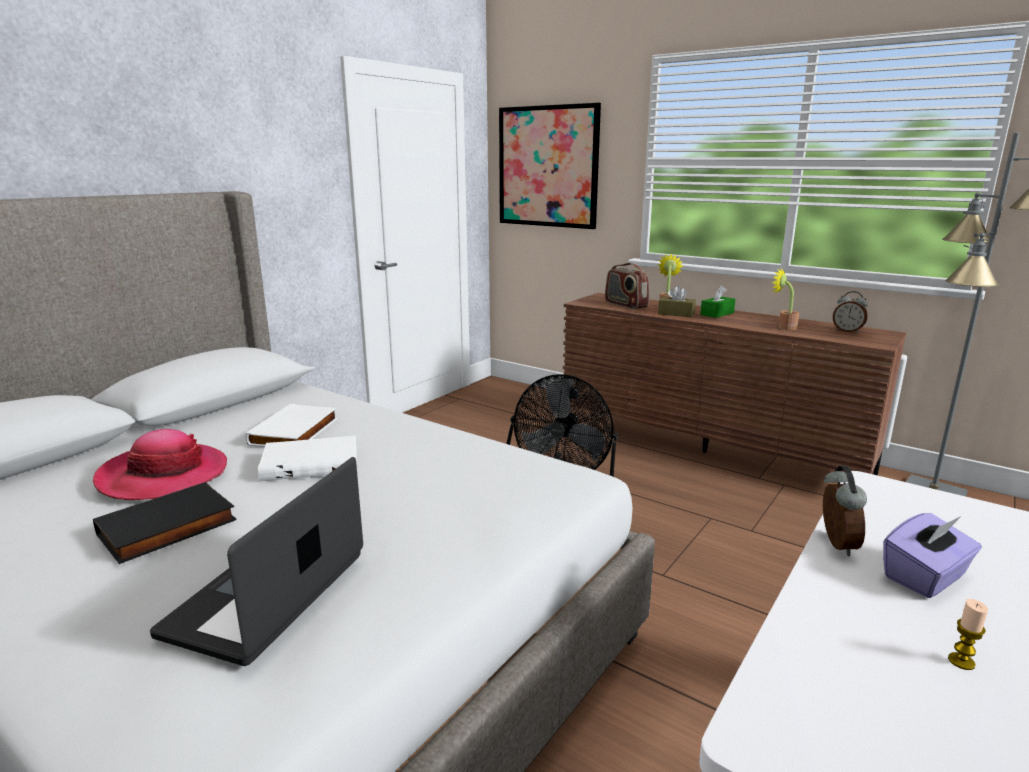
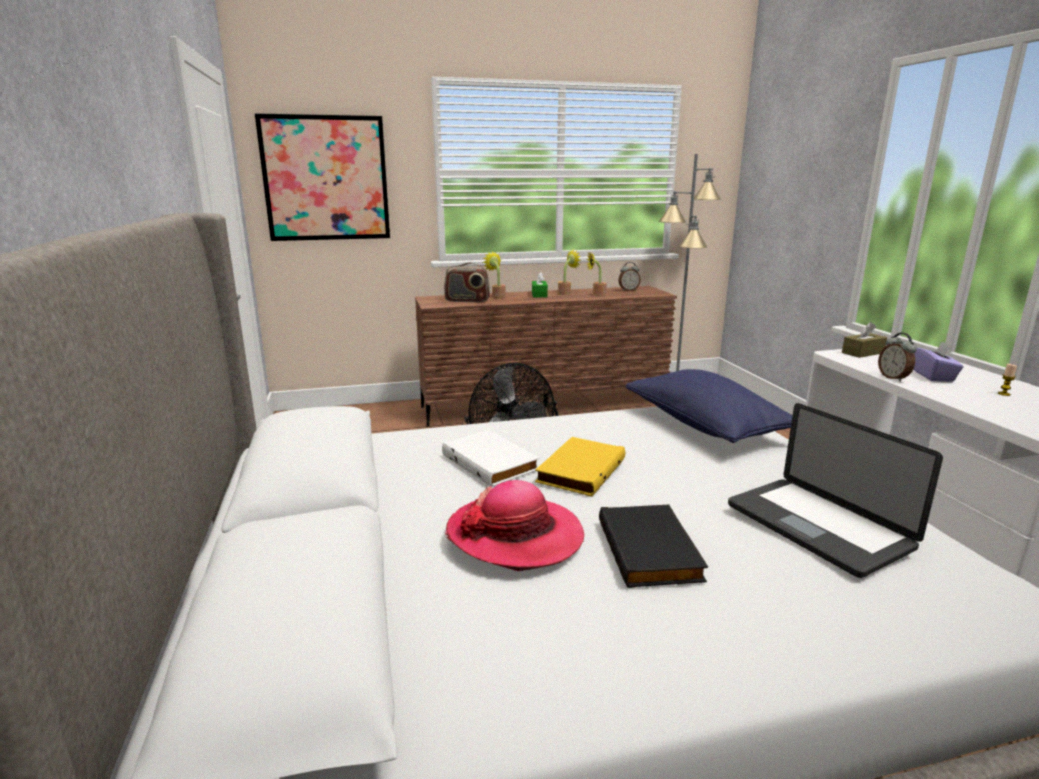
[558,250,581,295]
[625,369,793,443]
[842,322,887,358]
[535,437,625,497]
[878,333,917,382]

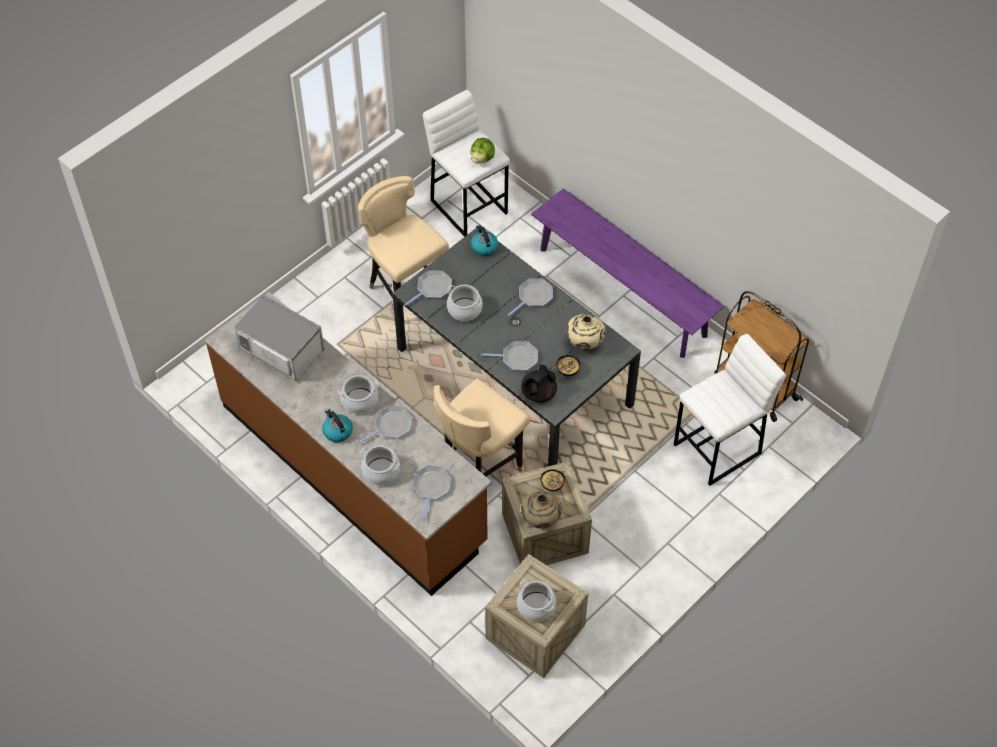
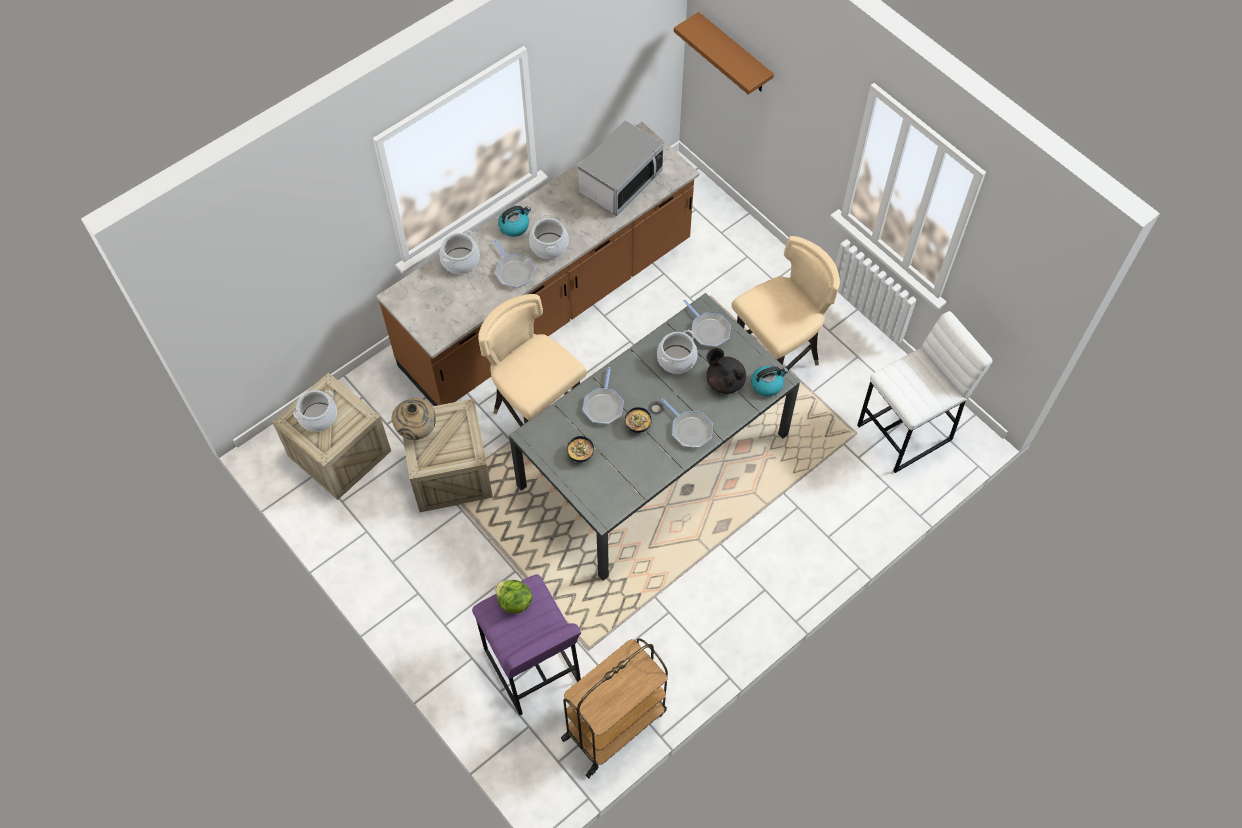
[412,465,452,520] (first image)
[531,188,724,358] (first image)
[566,314,605,350] (first image)
[674,12,774,95]
[495,580,532,613]
[706,348,746,394]
[625,407,652,433]
[472,574,581,715]

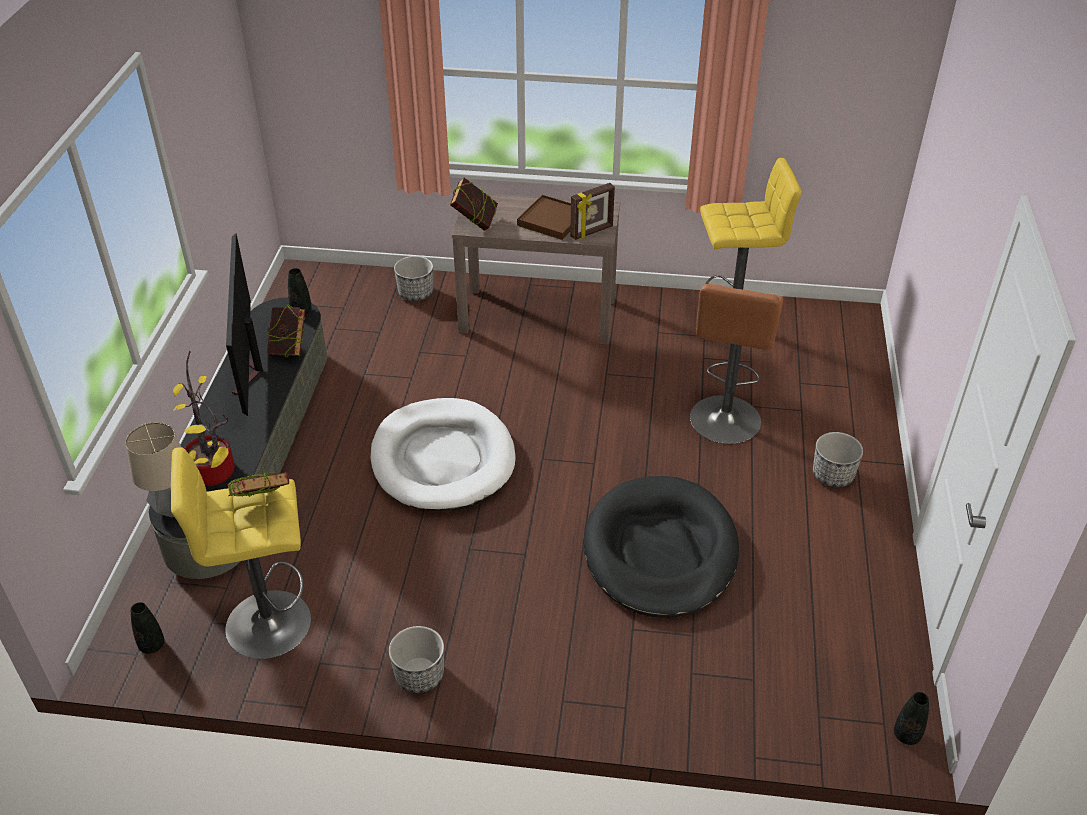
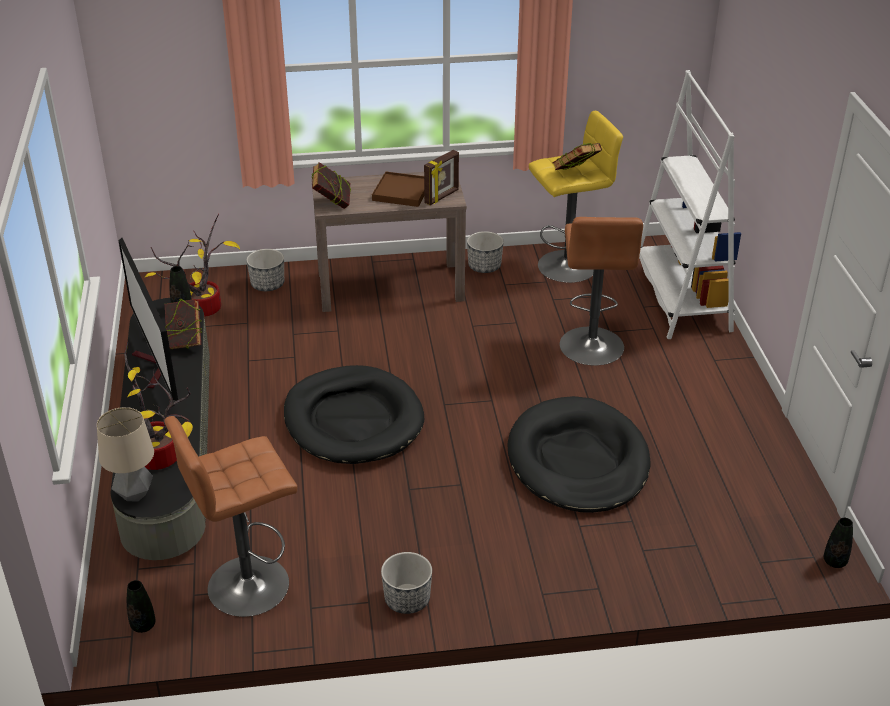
[144,214,240,317]
[639,70,741,339]
[553,143,602,170]
[467,231,504,273]
[165,416,297,617]
[284,365,424,464]

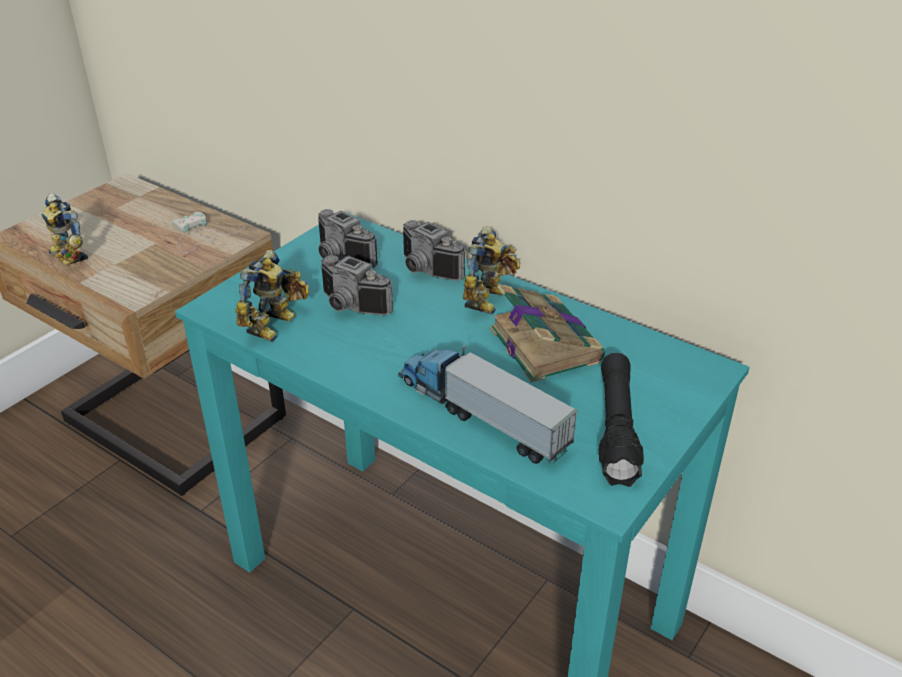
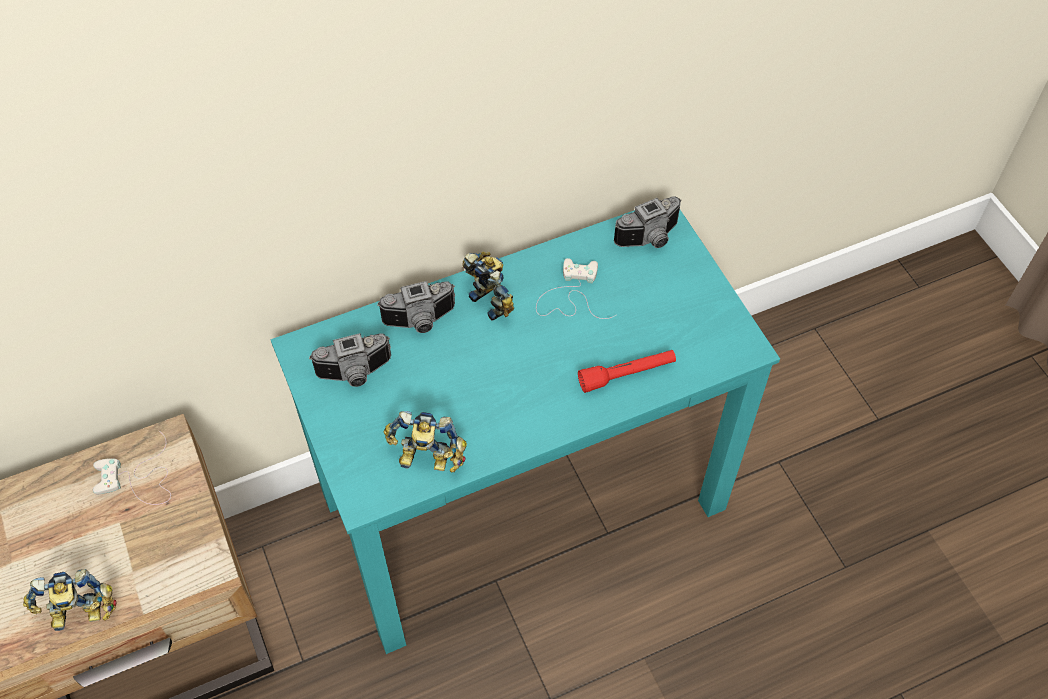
[599,353,644,487] (first image)
[614,196,681,248]
[578,350,676,393]
[536,258,616,319]
[384,411,467,472]

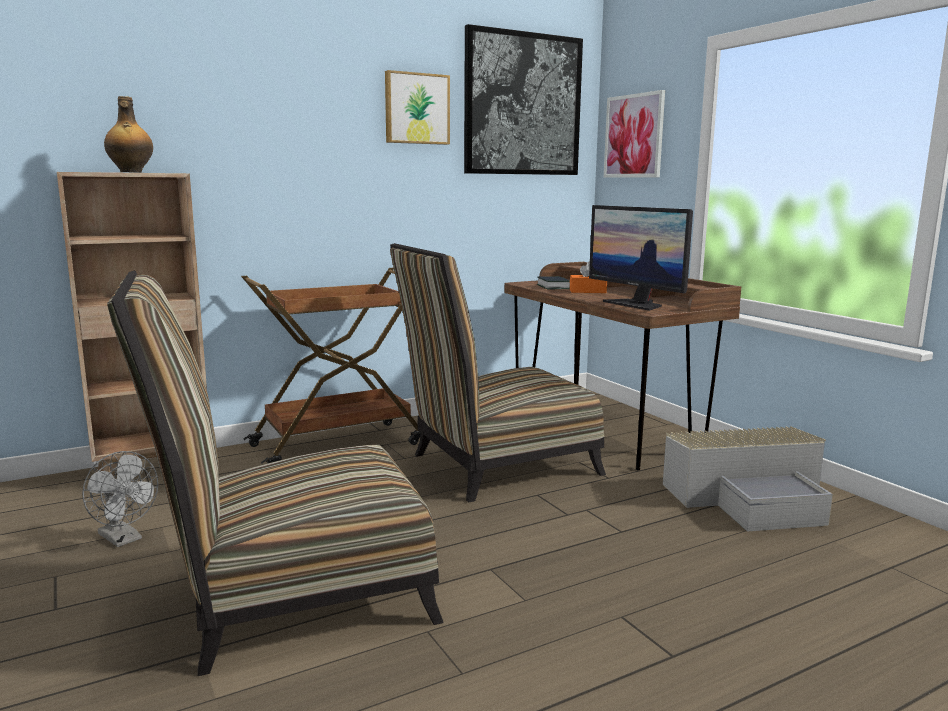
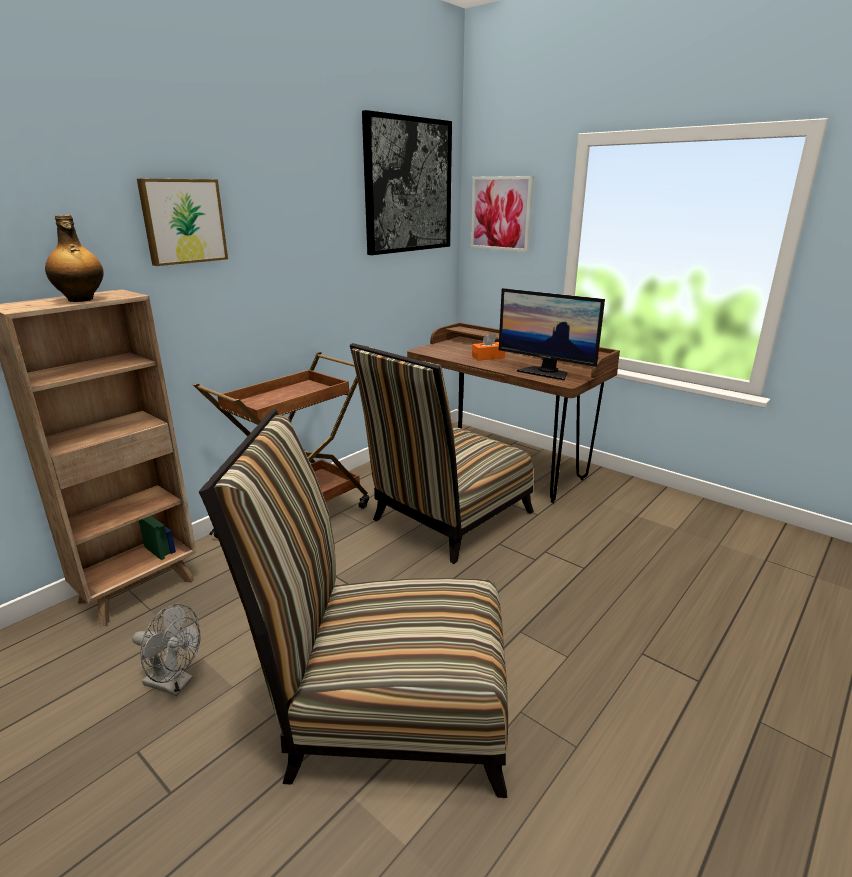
[537,276,570,289] (first image)
[663,426,833,532] (first image)
[137,179,228,266]
[199,409,508,798]

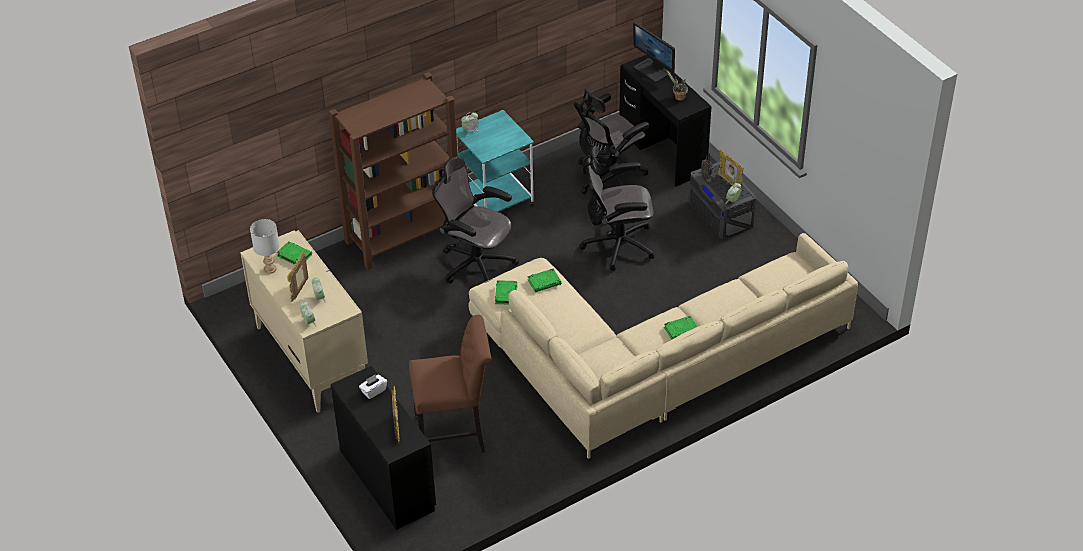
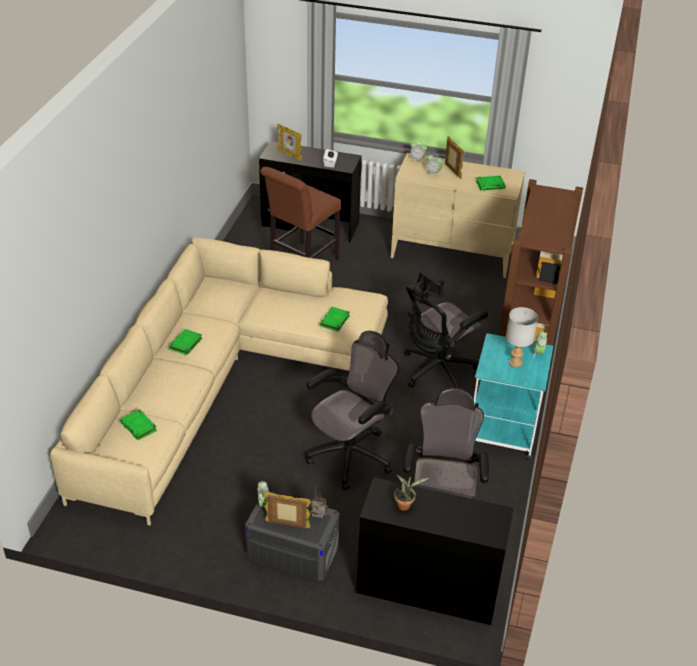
[633,22,675,83] (first image)
[506,307,538,368]
[120,409,157,440]
[404,271,488,388]

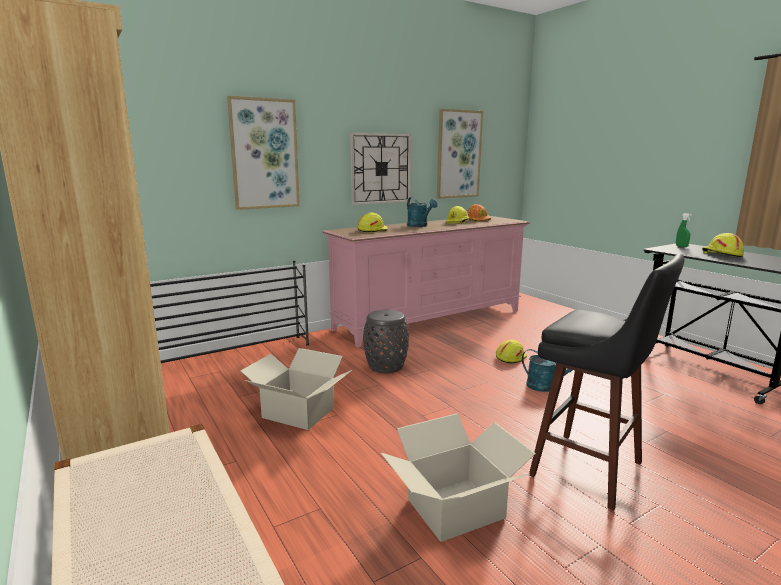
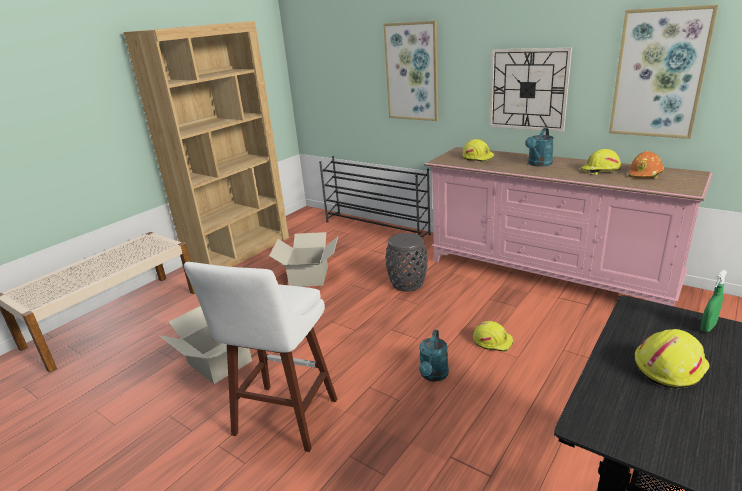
[184,262,337,452]

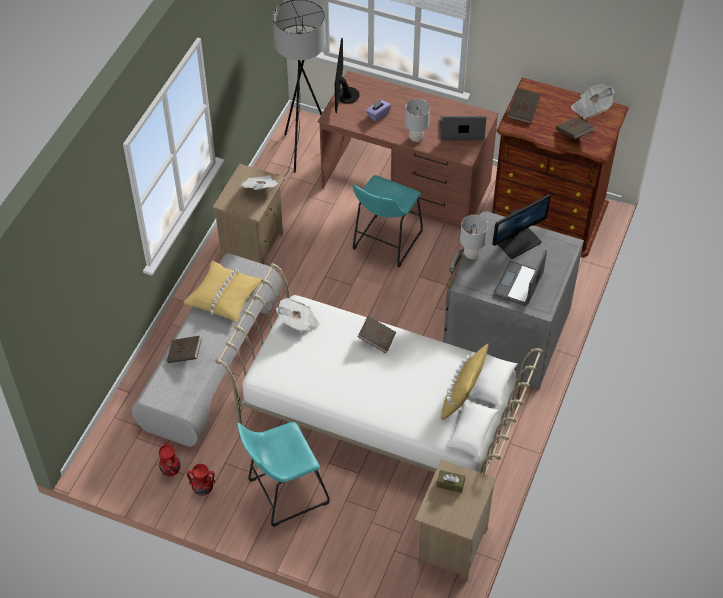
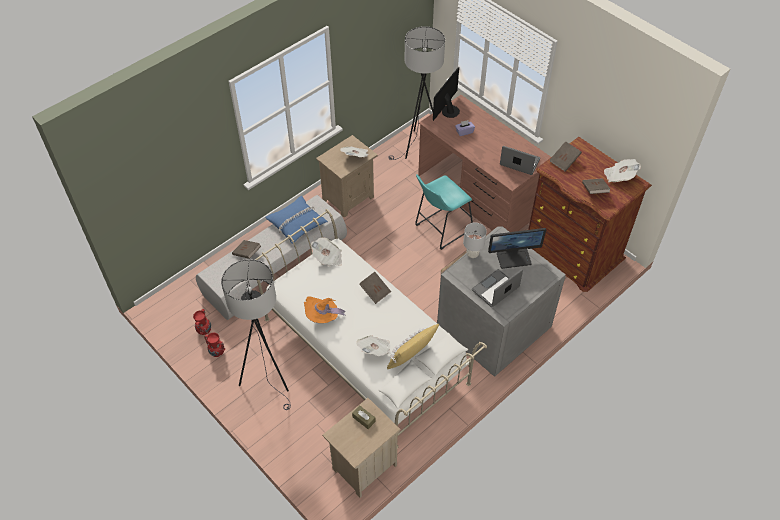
[405,99,430,142] (first image)
[304,296,345,323]
[357,335,390,356]
[221,259,291,410]
[265,196,328,244]

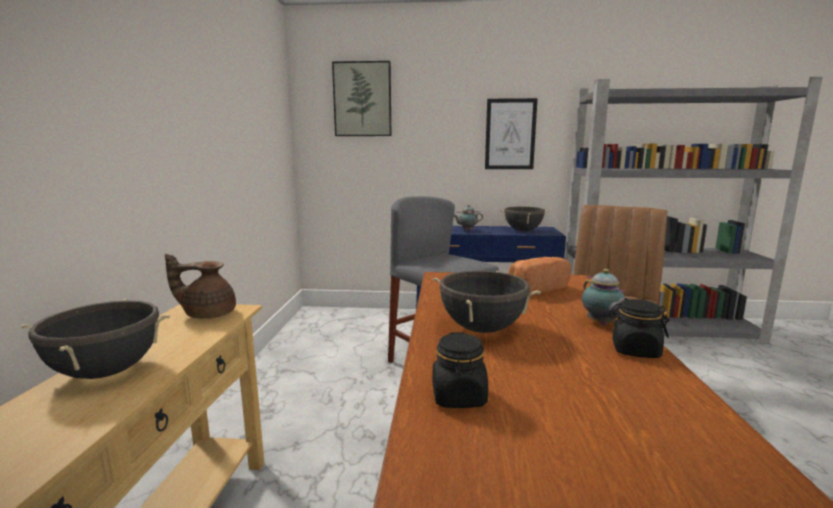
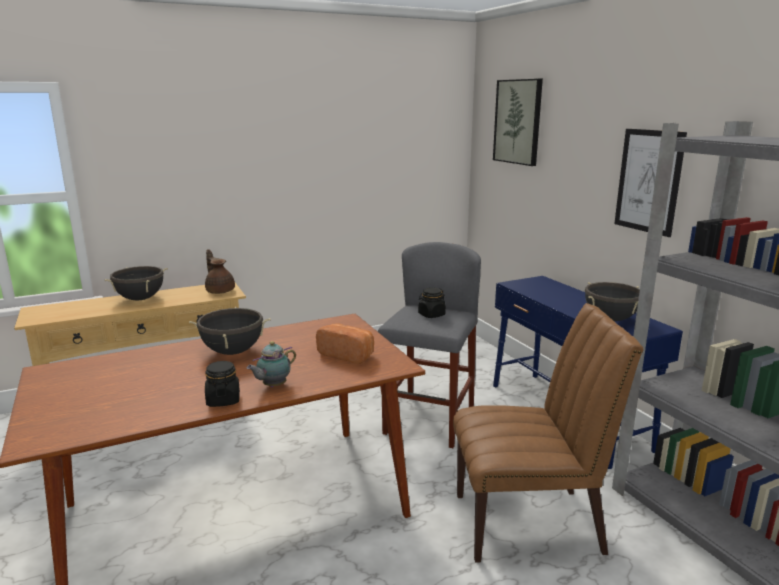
[454,205,483,231] (first image)
[418,288,446,318]

